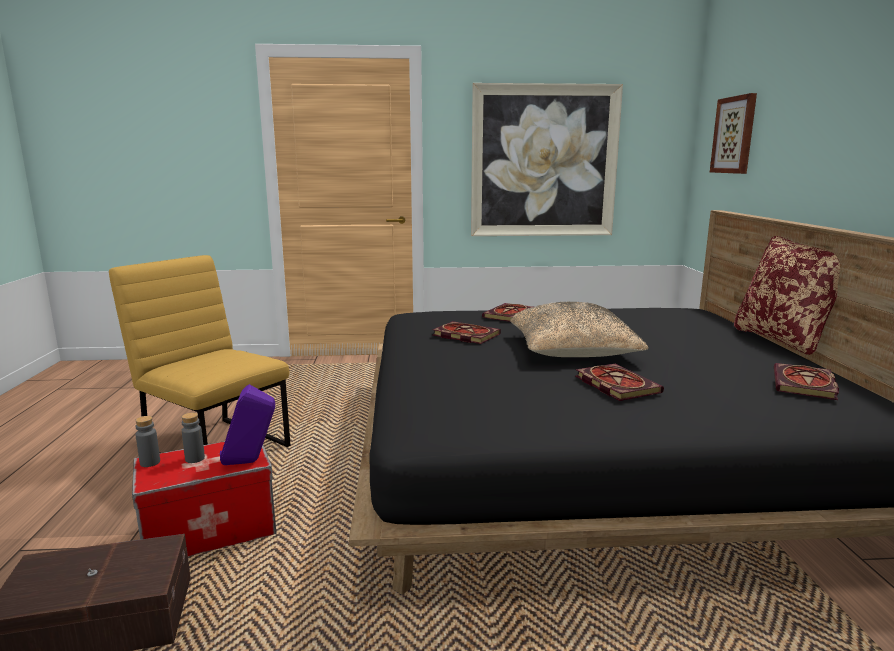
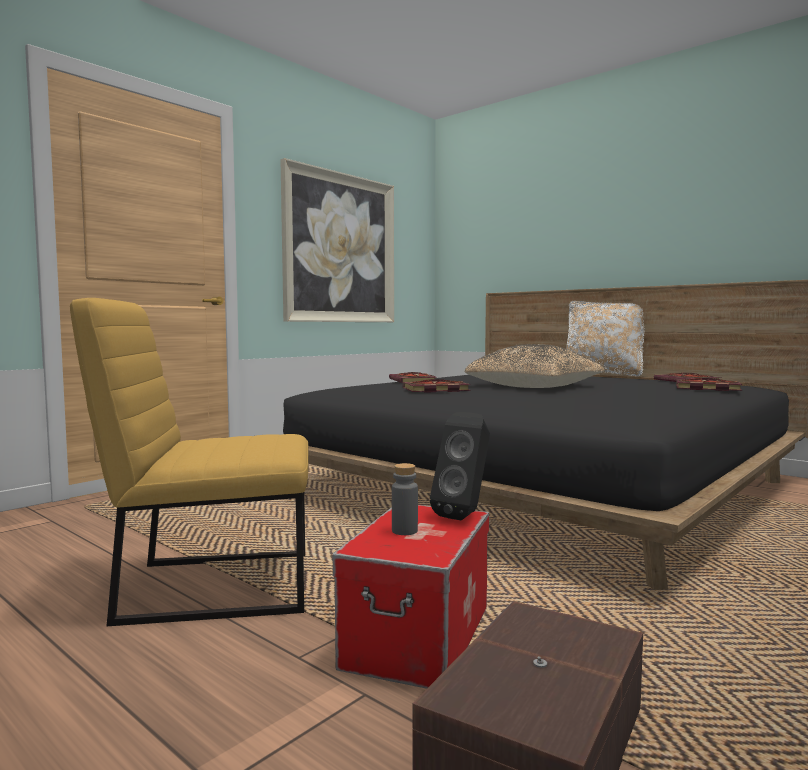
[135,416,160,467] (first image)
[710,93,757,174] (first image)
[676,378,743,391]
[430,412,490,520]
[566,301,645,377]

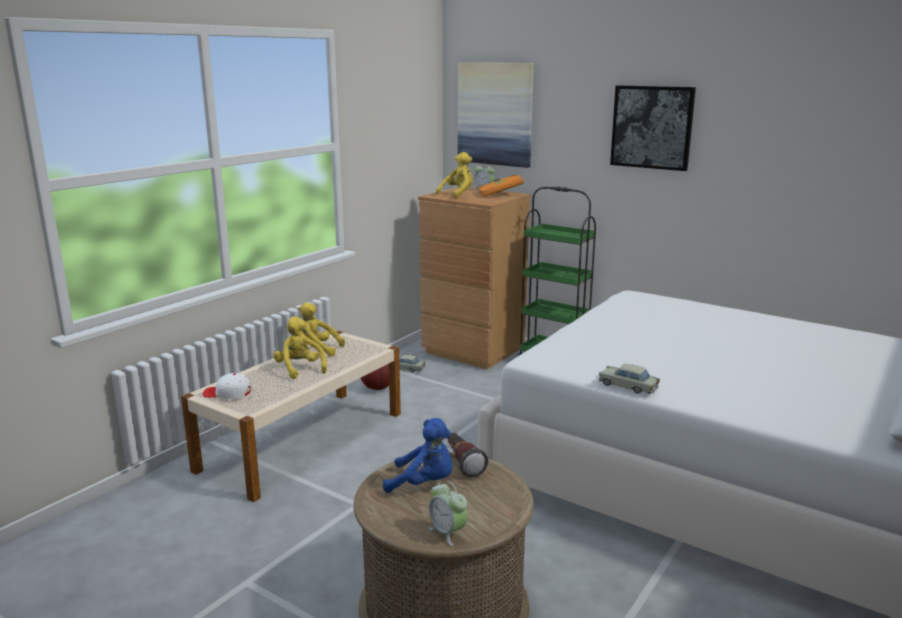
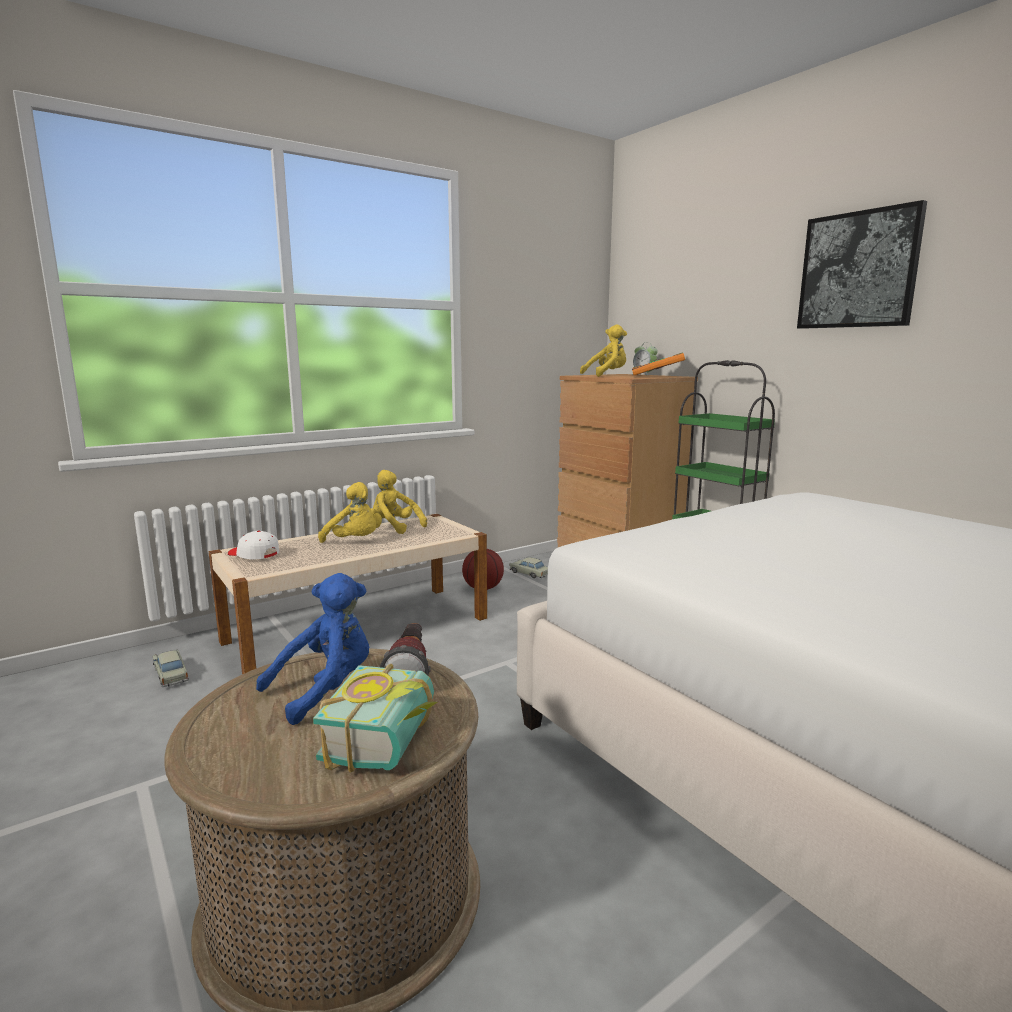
[429,481,468,546] (first image)
[458,63,534,168] (first image)
[313,664,438,773]
[153,649,189,687]
[318,482,382,543]
[256,573,370,725]

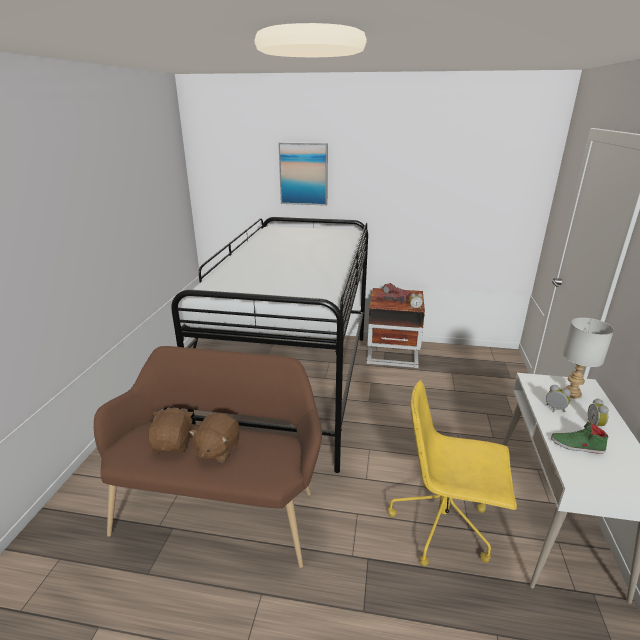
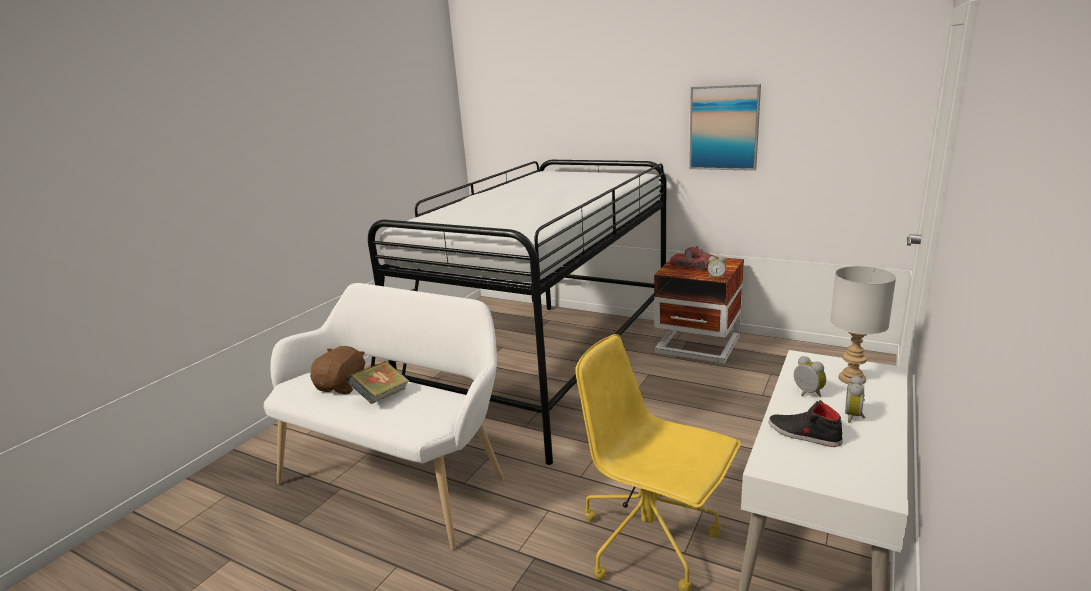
[689,84,761,171]
[347,361,409,404]
[264,283,504,550]
[769,400,843,447]

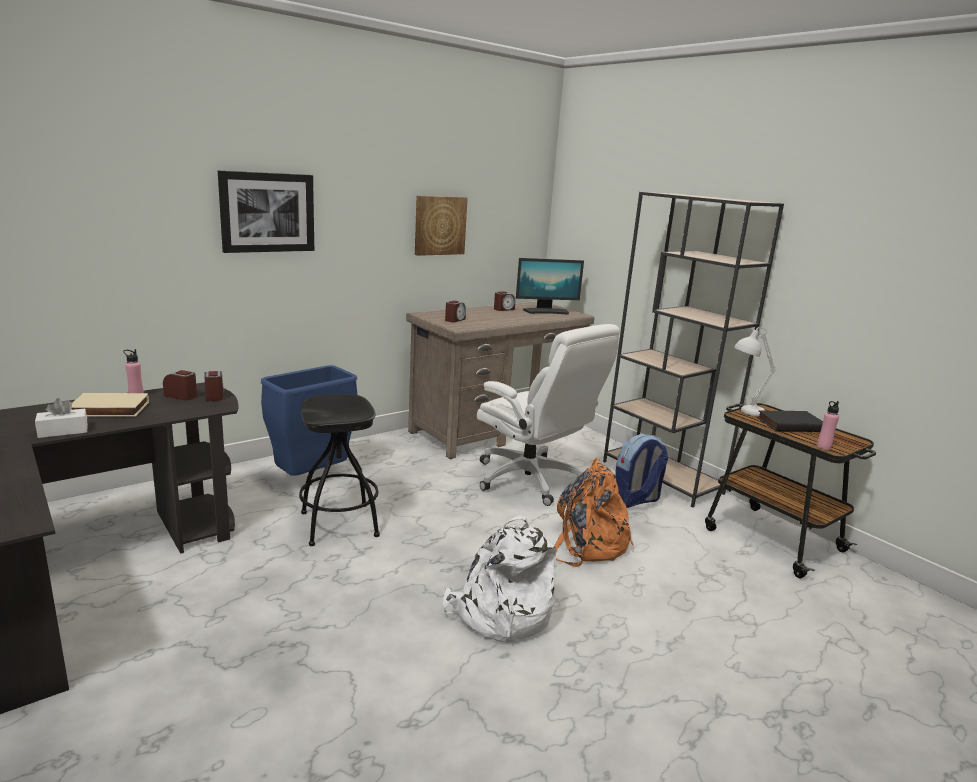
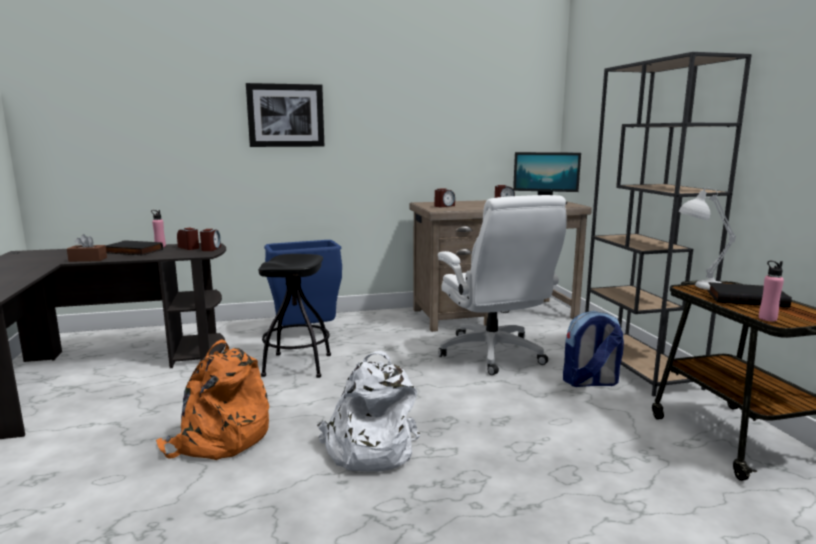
[415,196,468,256] (first image)
[156,339,269,460]
[67,234,107,262]
[106,240,163,255]

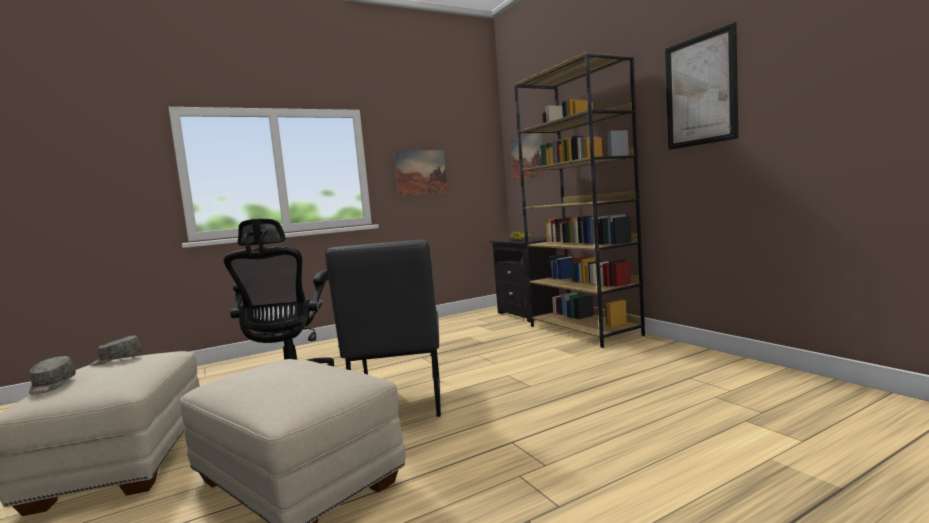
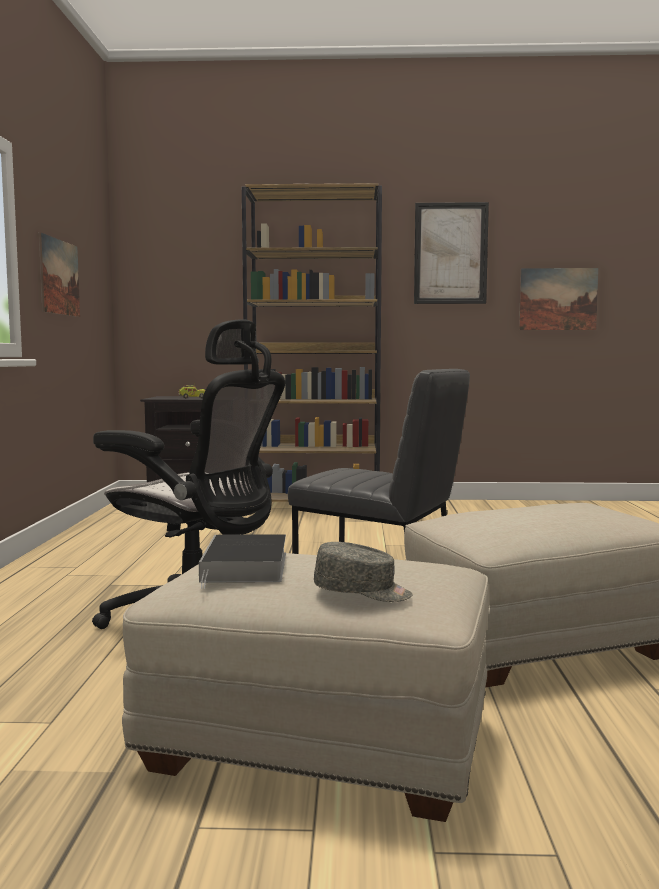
[519,268,599,330]
[199,534,286,589]

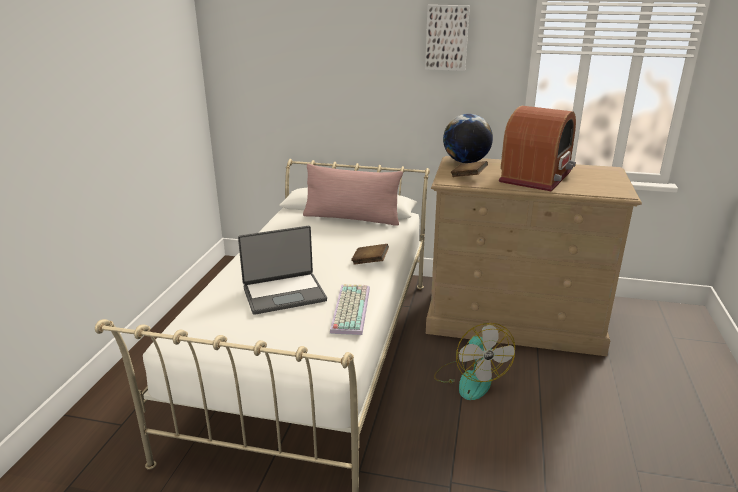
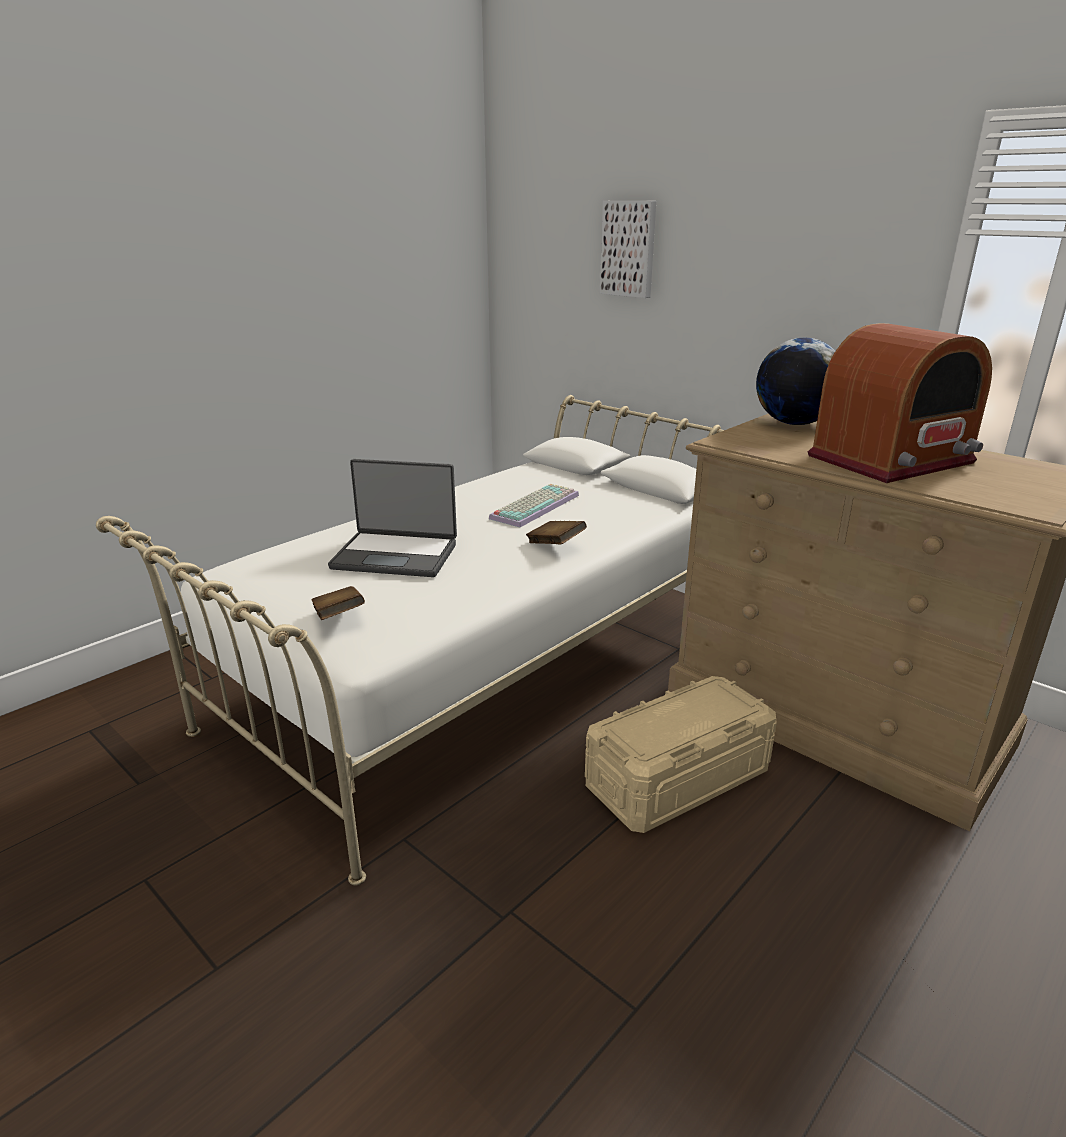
[303,164,403,226] (first image)
[489,484,579,527]
[600,201,656,298]
[311,586,365,620]
[585,676,777,833]

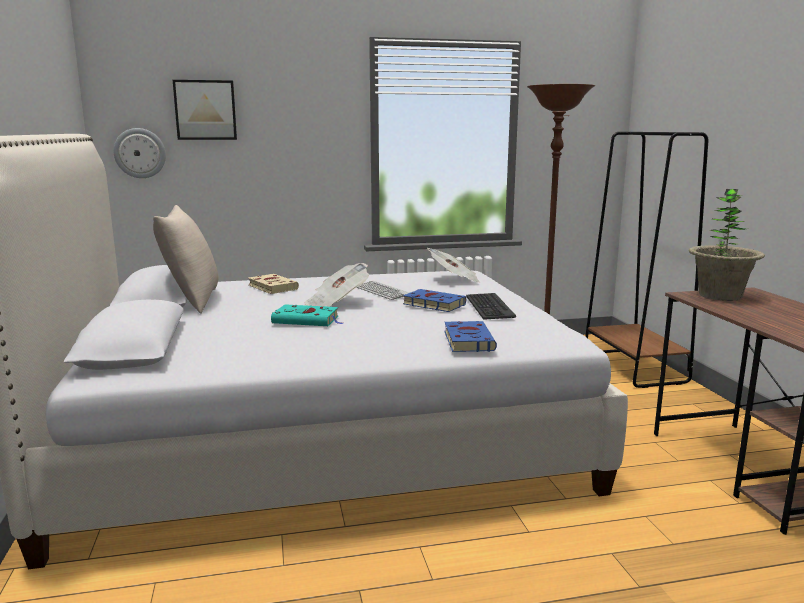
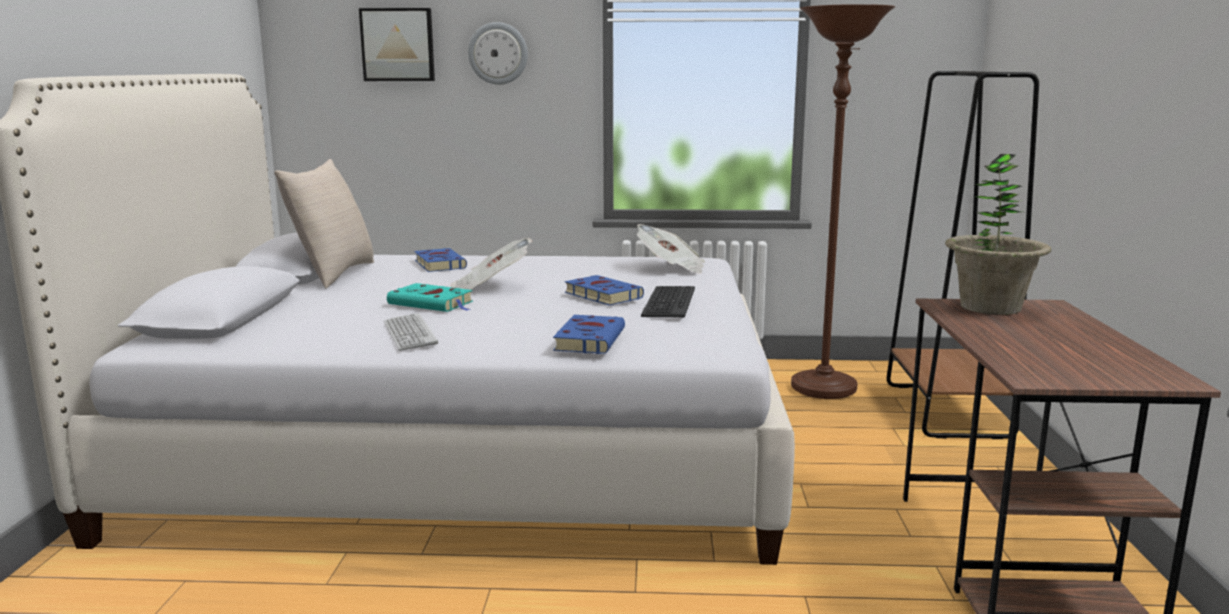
[468,22,528,85]
[384,313,438,351]
[414,248,467,272]

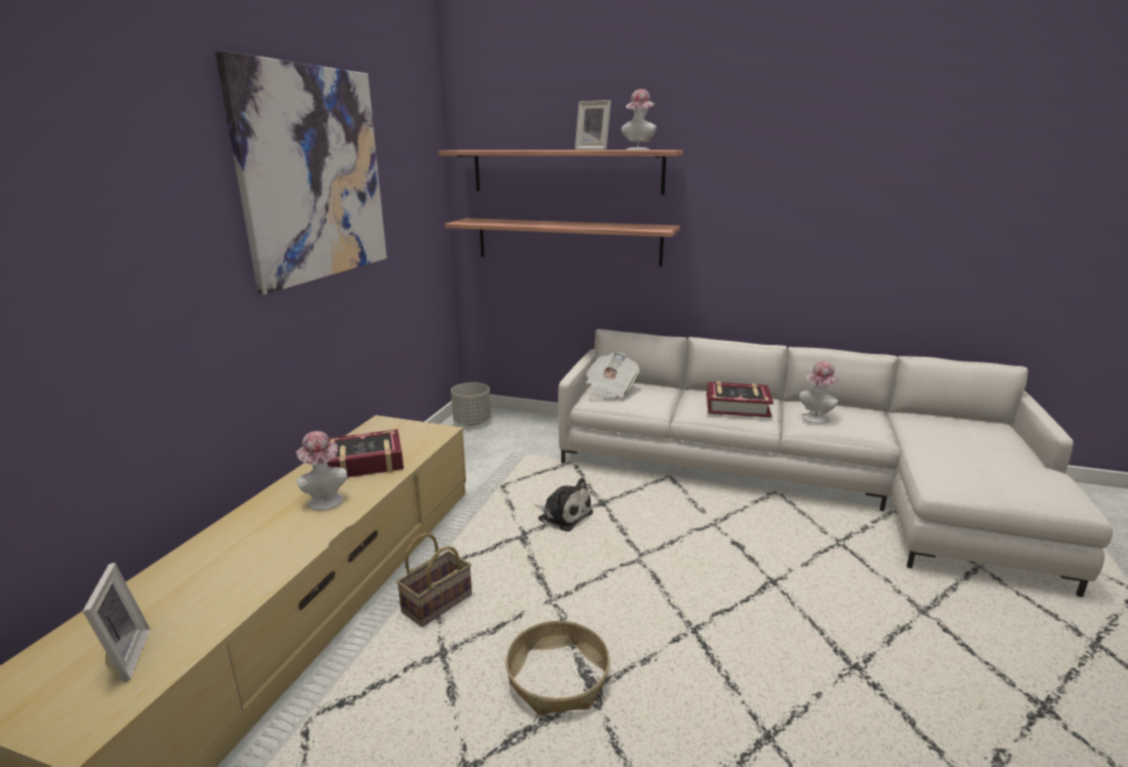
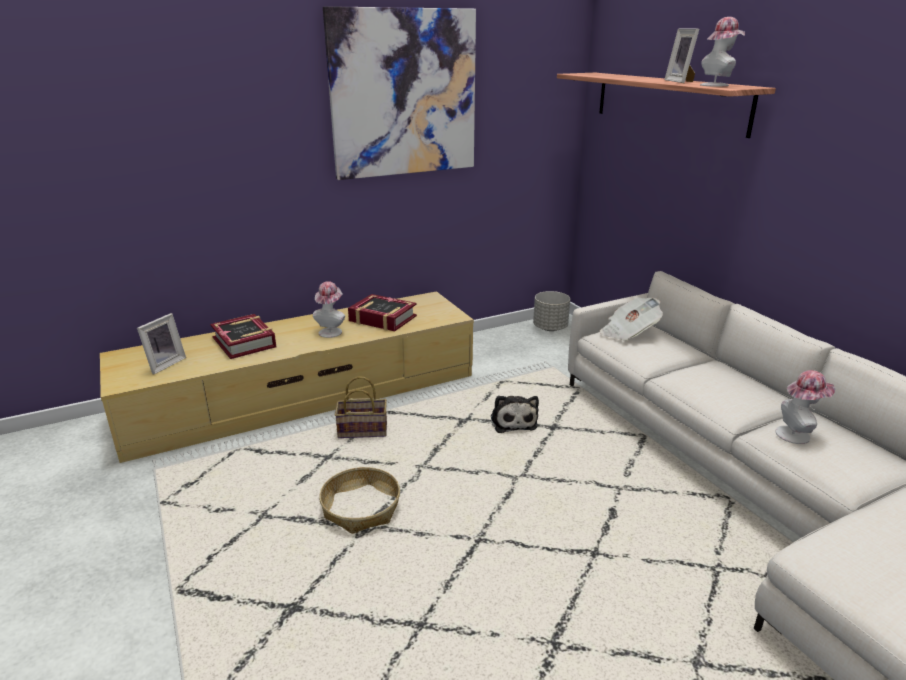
[445,218,680,267] (first image)
[210,314,276,359]

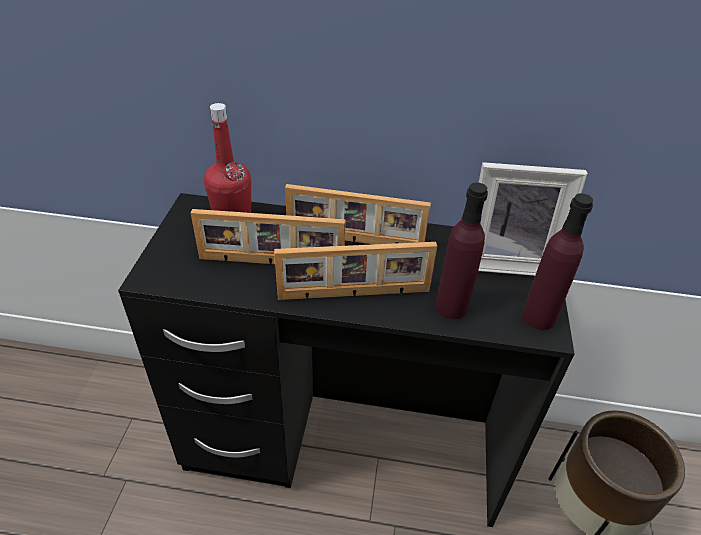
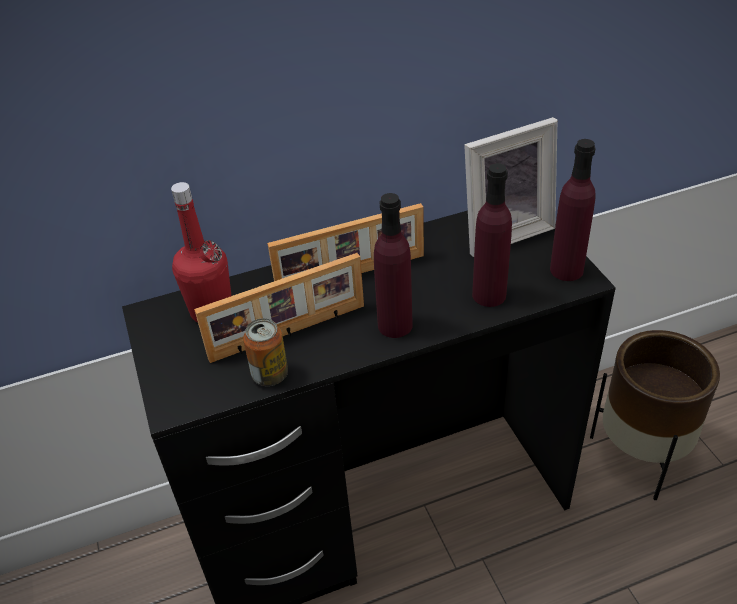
[243,318,288,386]
[374,193,413,338]

